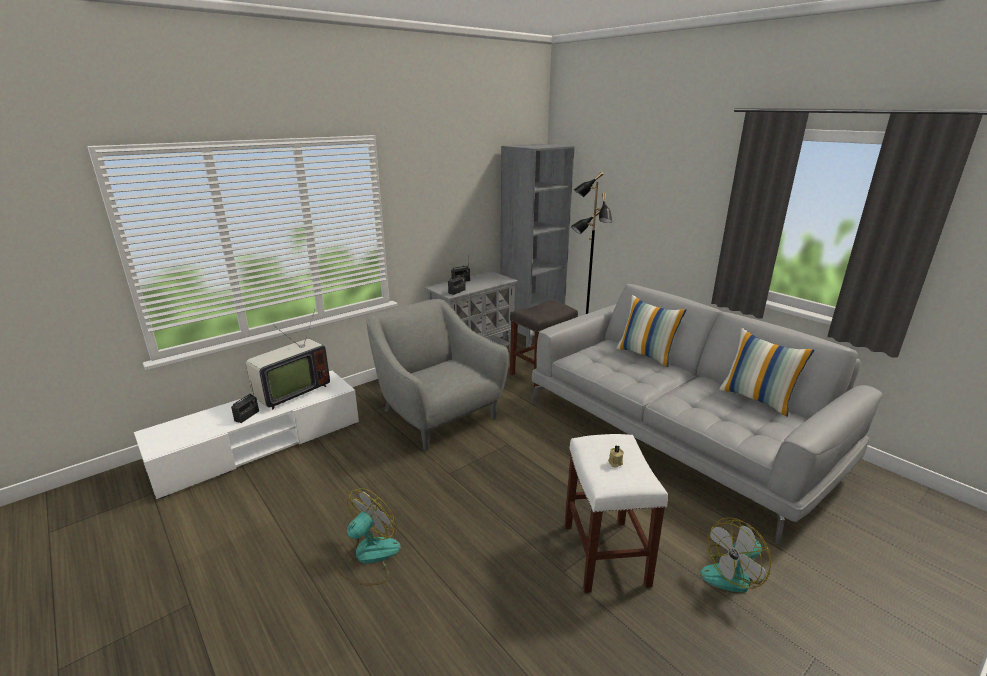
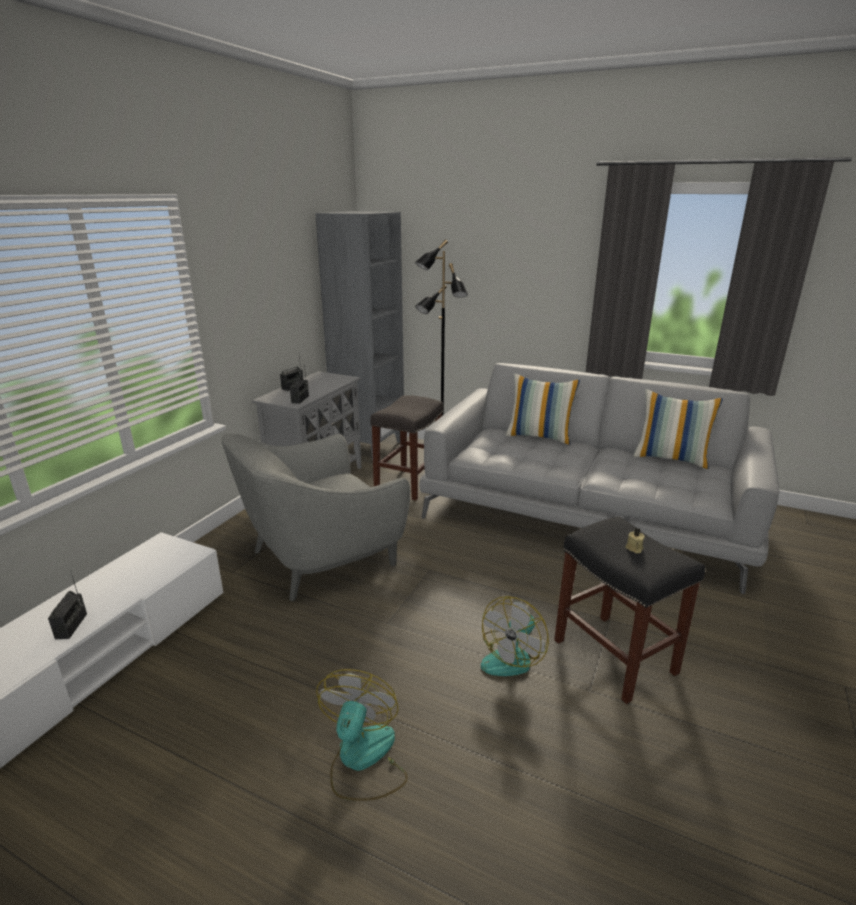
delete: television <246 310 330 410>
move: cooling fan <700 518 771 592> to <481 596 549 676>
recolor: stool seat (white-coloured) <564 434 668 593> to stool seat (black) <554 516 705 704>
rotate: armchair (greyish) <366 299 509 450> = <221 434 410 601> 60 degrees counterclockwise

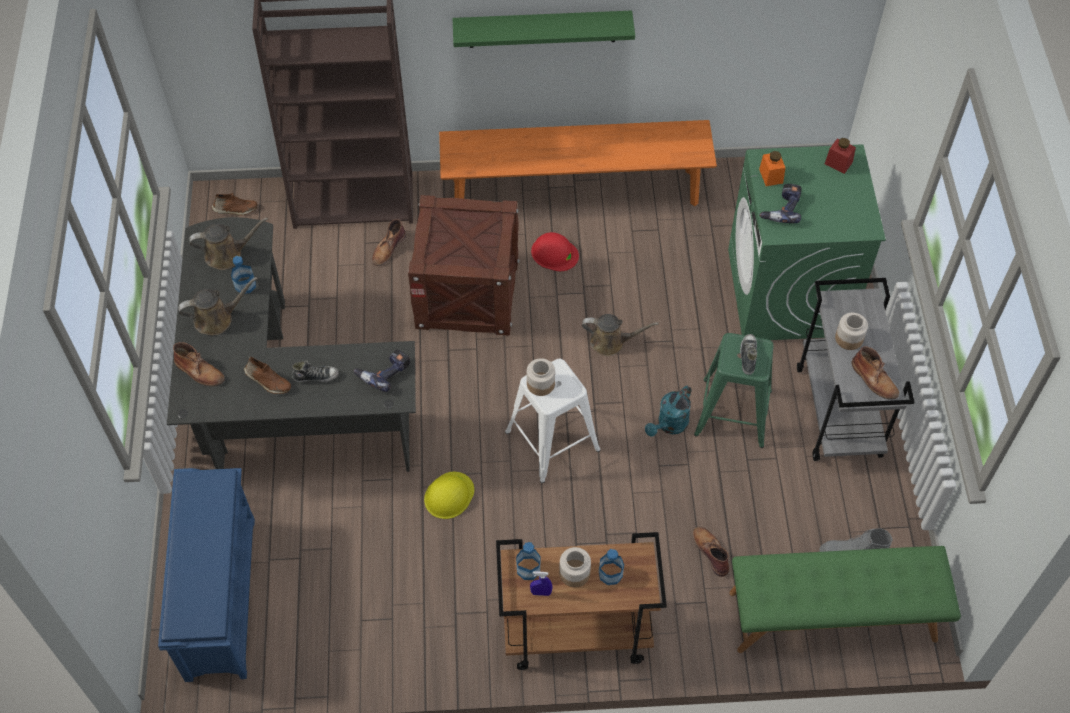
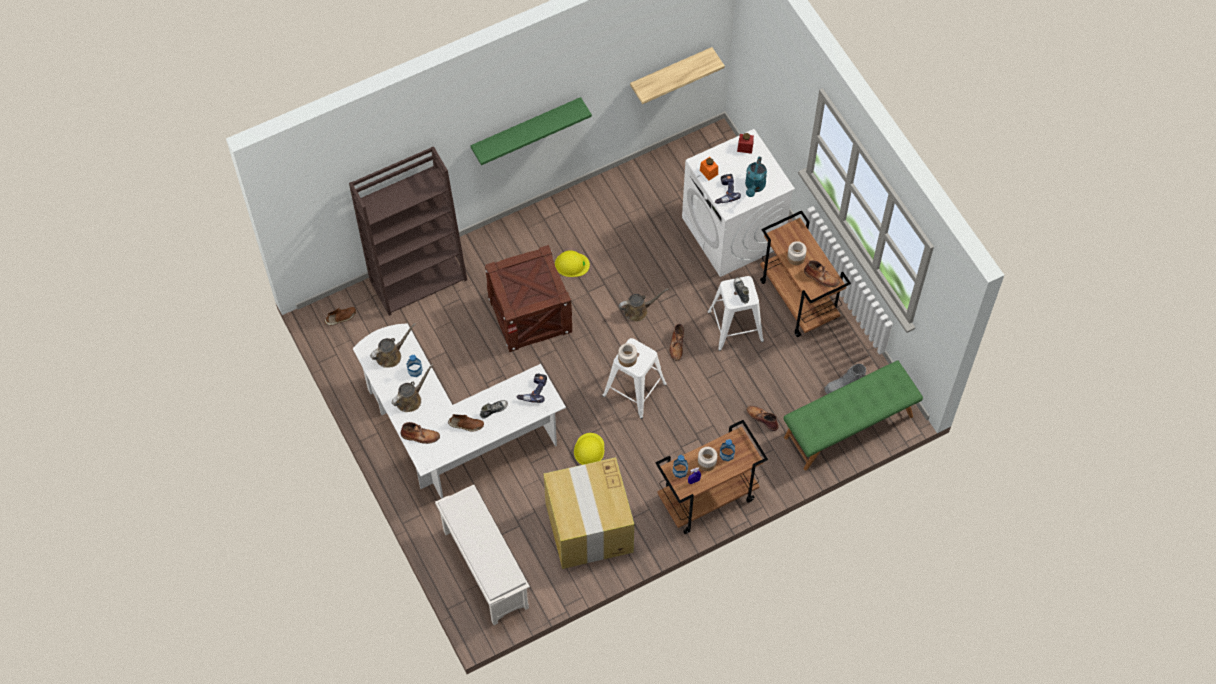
delete: long seat (orangey) <439 120 717 206>
insert: shelf <630 47 725 104>; cardboard box <544 457 634 569>
move: tall boot (brownish) <372 219 406 266> to <669 324 684 361>; sprinkling can (turquoise) <645 386 692 436> to <745 156 767 197>
recolor: laundry machine (greenish) <728 144 886 340> to laundry machine (white-coloured) <682 129 795 277>; desk unit (black) <167 217 416 472> to desk unit (white-coloured) <353 324 566 499>; safety helmet (red) <531 232 579 271> to safety helmet (yellowish) <555 250 590 277>; trolley (greyish) <797 278 914 461> to trolley (brownish) <760 210 851 337>; stool seat (greenish) <694 333 774 448> to stool seat (white-coloured) <707 276 764 351>; shoe stand (bluish) <158 468 255 682> to shoe stand (white-coloured) <435 485 530 625>

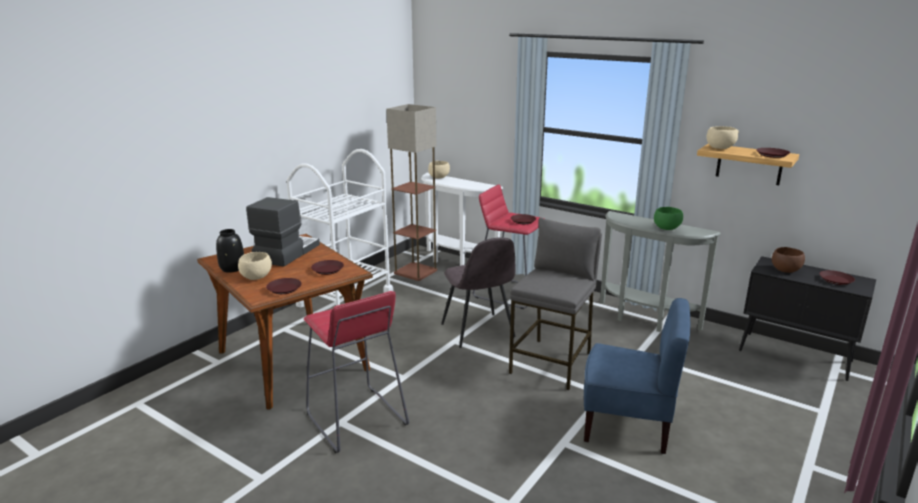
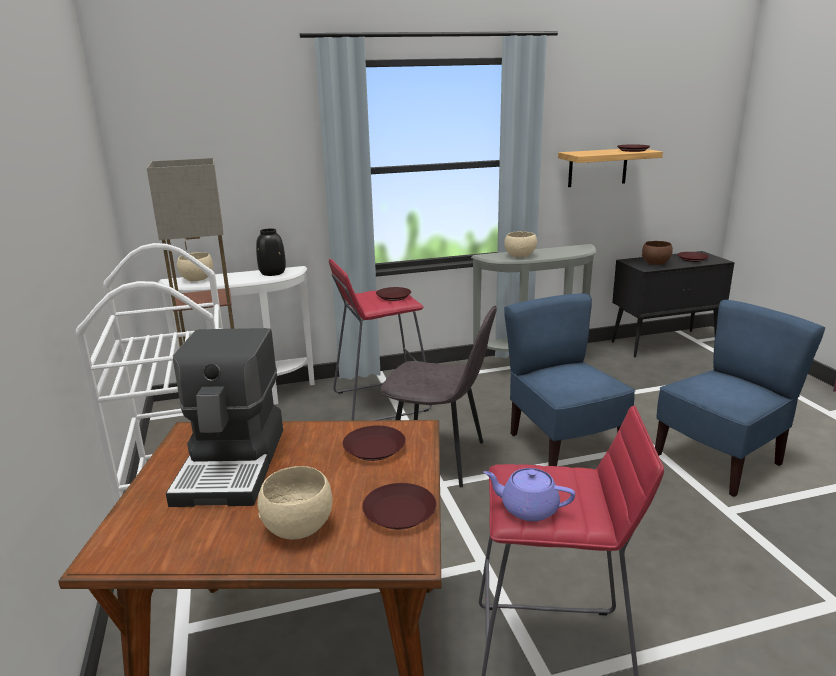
delete: serving bowl (greenish) <654 207 683 230>
insert: tea pot (purple) <483 468 575 521>
move: serving bowl (beige-coloured) <707 126 739 149> to <504 231 537 257>; flower vase (black) <216 229 244 273> to <256 228 286 276>
replace: stool seat (greyish) <509 218 602 390> to chair (bluish) <504 293 636 466>
rotate: coffee maker <246 197 320 267> = <166 328 283 507> 150 degrees counterclockwise

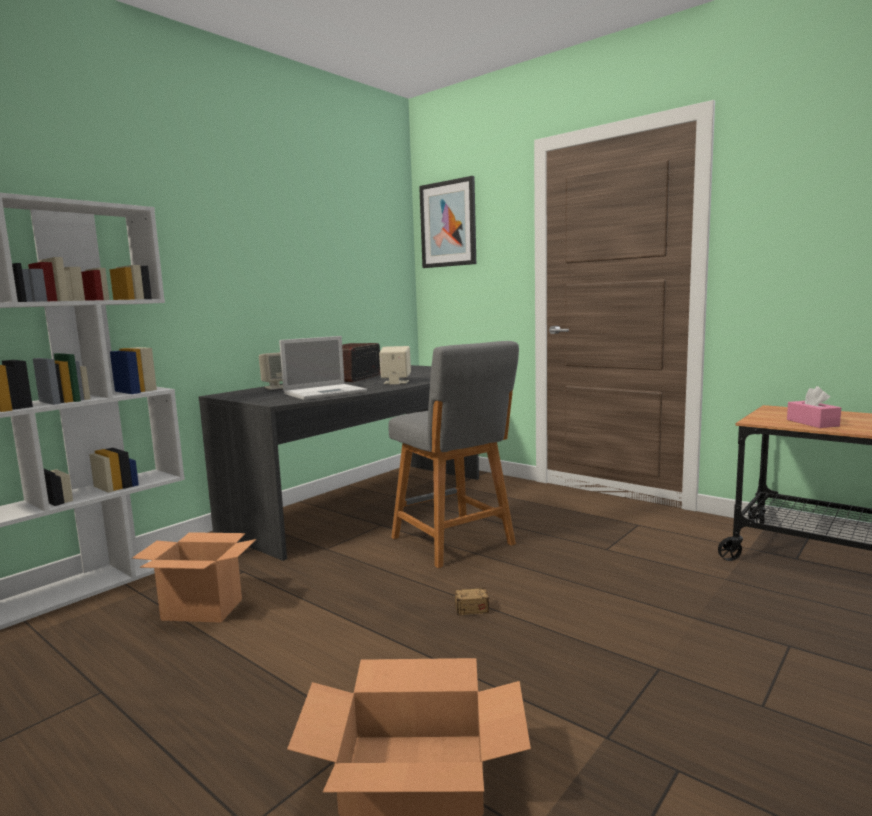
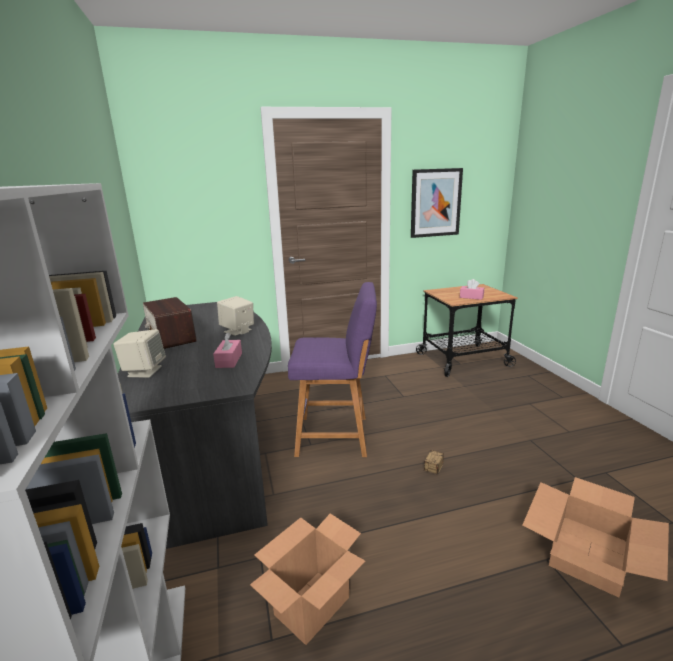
move: wall art <419 176 476 268> to <411 168 463 238>
replace: notebook computer <279 336 367 400> to tissue holder (pink-coloured) <213 332 242 368>
recolor: stool seat (greyish) <389 341 519 568> to stool seat (purple) <288 282 377 457>

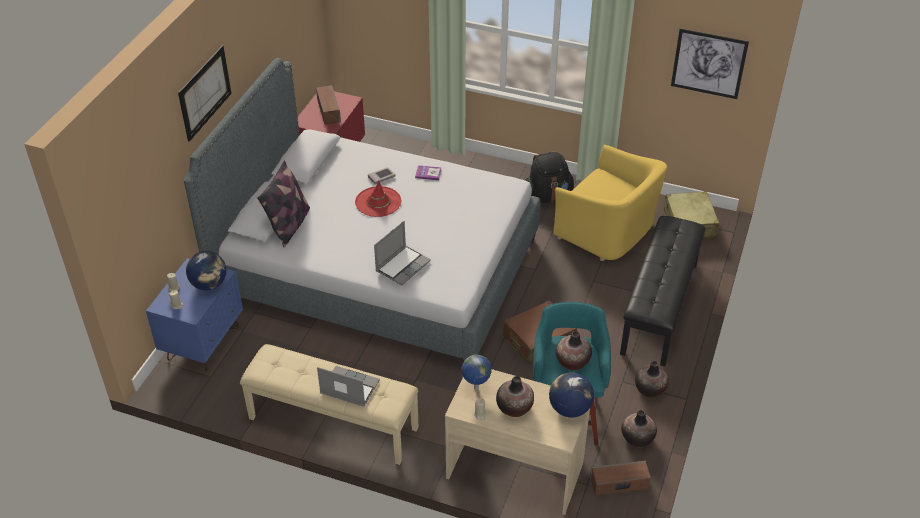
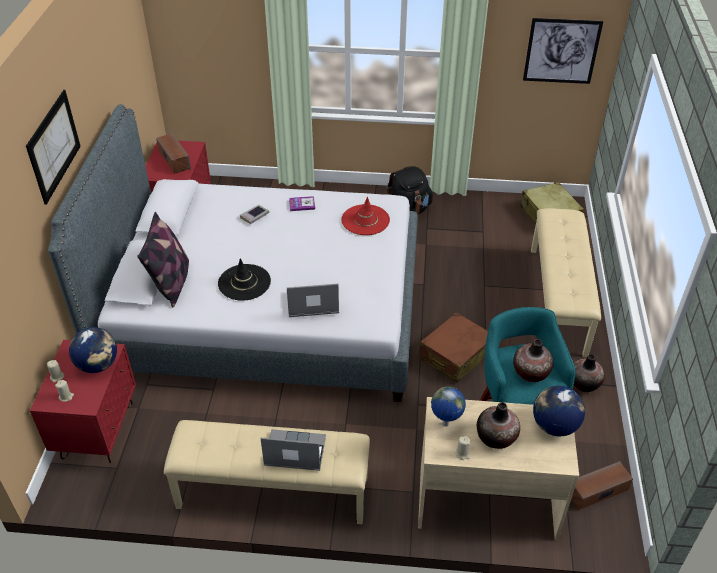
delete: armchair (yellowish) <553 145 667 261>; flower vase <621 410 657 447>
insert: hat (black) <218 258 271 301>
move: hat (red) <355 180 401 217> to <341 196 390 235>
recolor: long seat (black) <620 216 706 366> to long seat (beige-coloured) <531 208 601 357>; bedside table (bluish) <146 258 243 372> to bedside table (red) <30 340 136 463>
rotate: notebook computer <374 221 431 286> = <287 283 339 317> 120 degrees counterclockwise

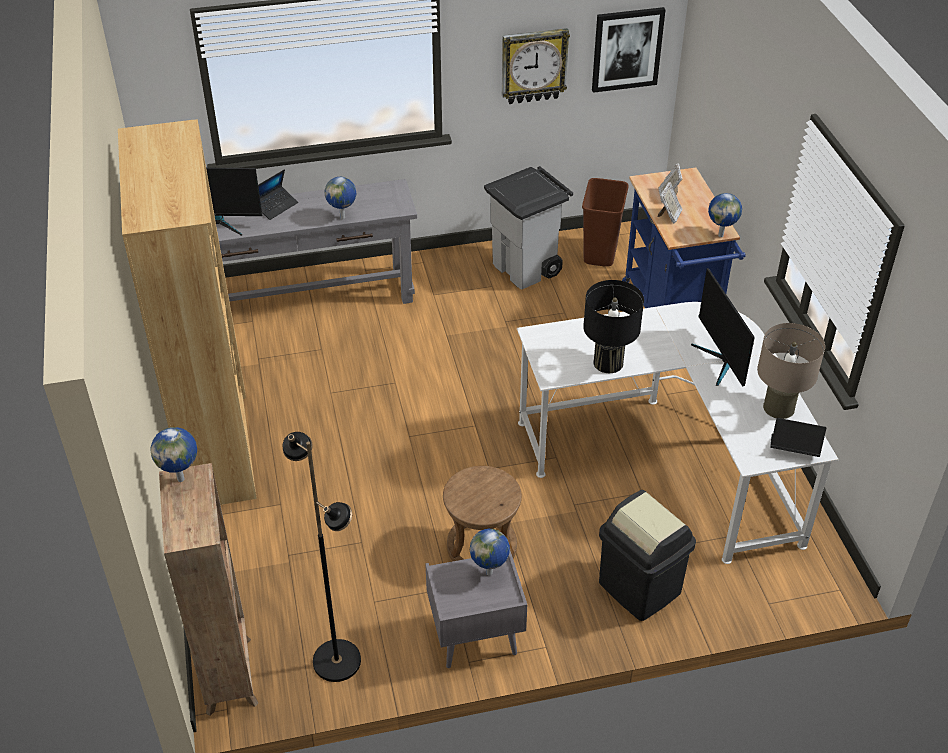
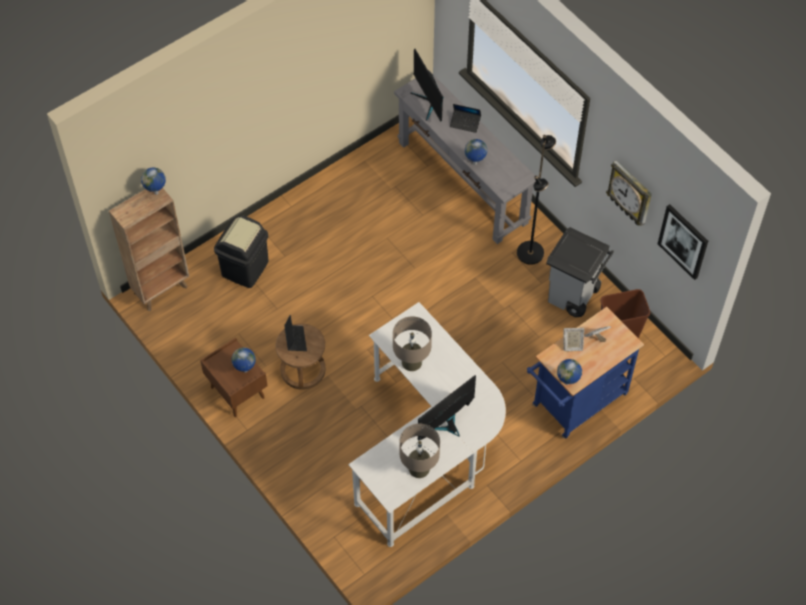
delete: shelving unit (brownish) <118 119 257 505>
move: notebook computer <770 418 826 457> to <284 315 307 351>; standard lamp (black) <282 432 361 682> to <517 134 556 265>; rubbish bin (black) <599 490 696 621> to <214 215 269 288>
recolor: table lamp (black) <583 280 644 373> to table lamp (beige-coloured) <393 316 432 371>; bedside table (greyish) <425 551 527 668> to bedside table (brownish) <200 337 268 417>

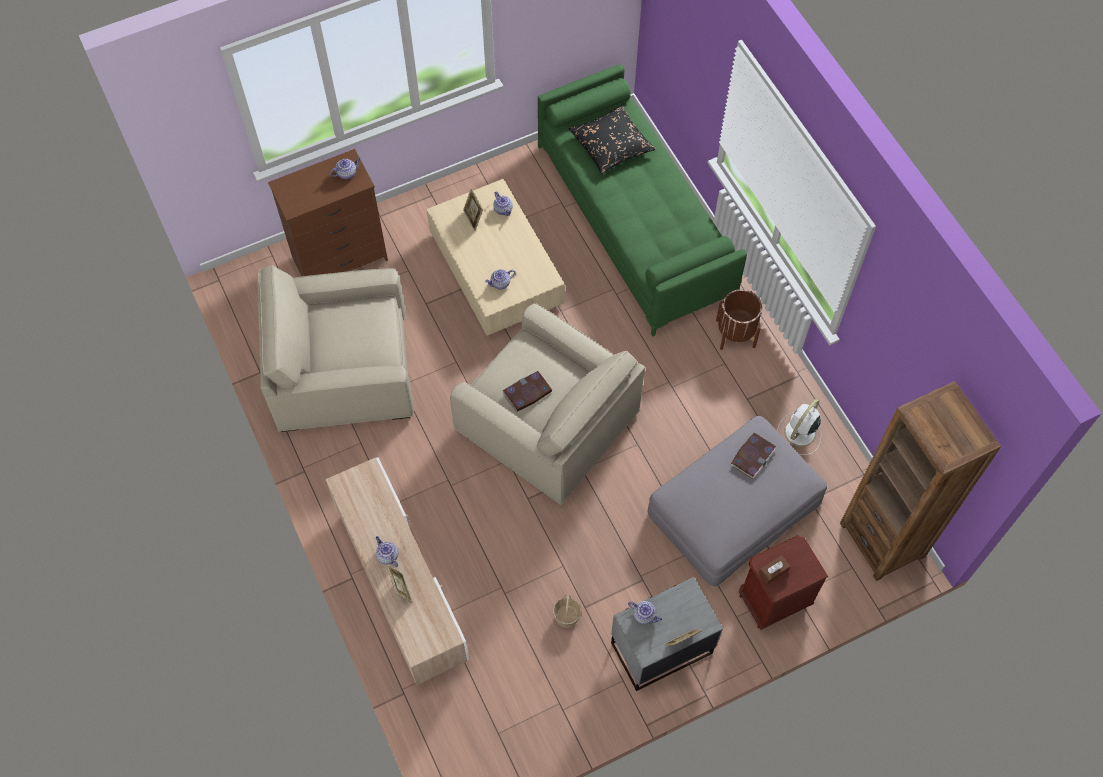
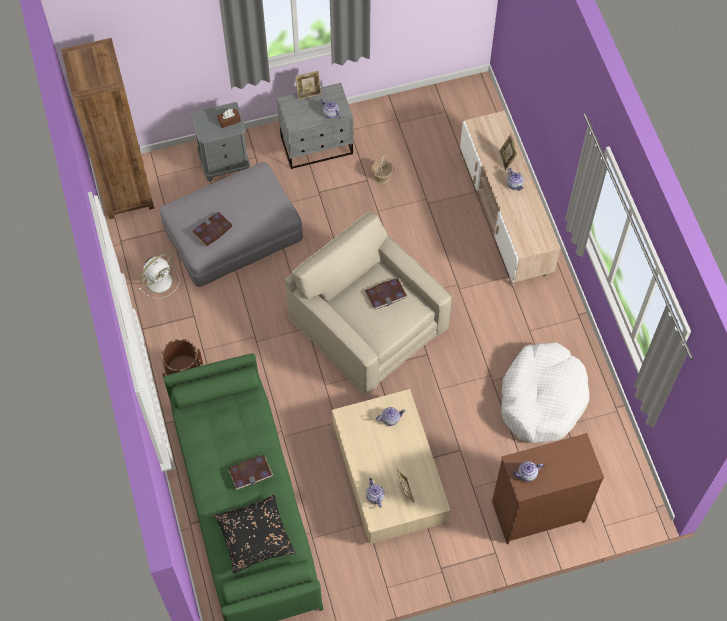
insert: book <228 455 273 490>
replace: armchair (beige-coloured) <257 265 414 432> to dog bed (white-coloured) <501 342 589 443>
recolor: bedside table (brownish) <739 536 828 630> to bedside table (greyish) <191 102 250 182>

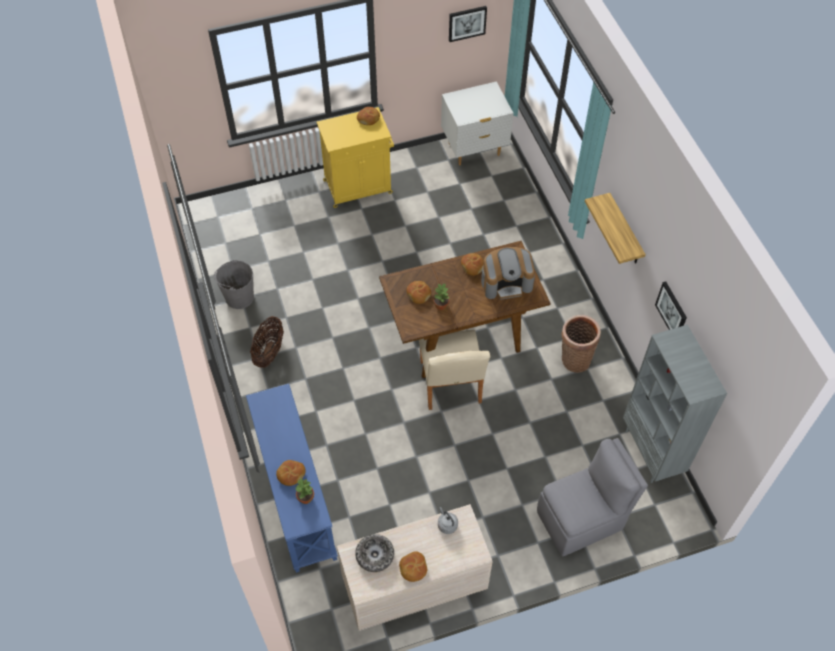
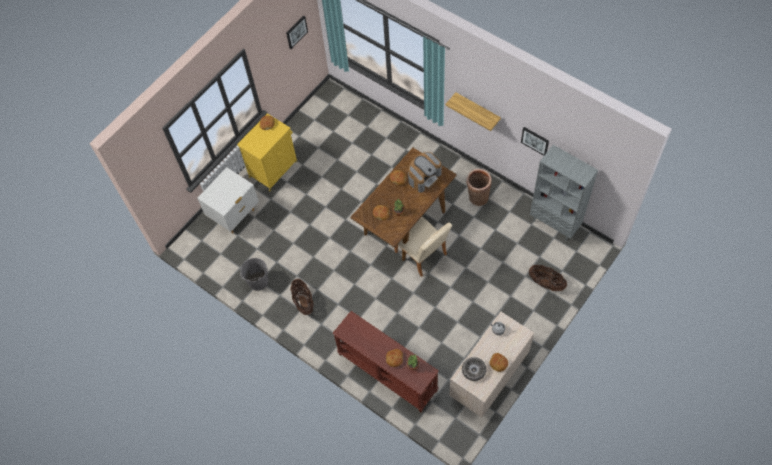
move: bedside table (white-coloured) <441 81 513 166> to <197 167 259 234>
replace: chair (greyish) <537 438 648 556> to household basket <529 265 567 291>
recolor: console table (bluish) <246 384 338 573> to console table (brownish) <333 311 439 412>

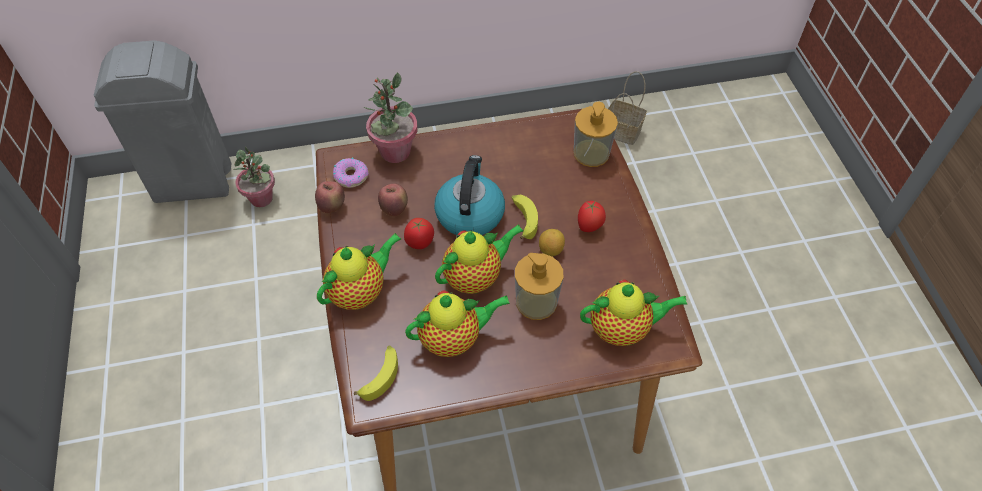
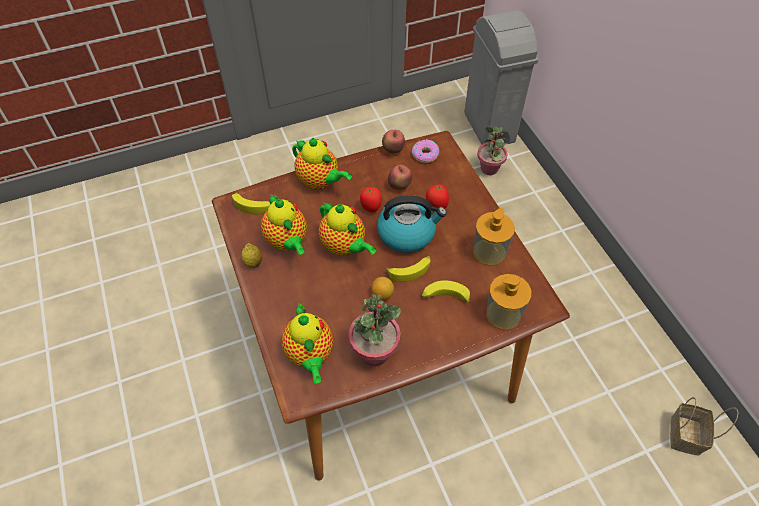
insert: citrus fruit <241 243 262 268>; whole banana <422 281 471 303>
move: houseplant <364 72 418 163> to <349 294 401 366>; tomato <578 201 606 232> to <426 184 449 209>; soap bottle <515 253 563 320> to <473 208 515 266>

